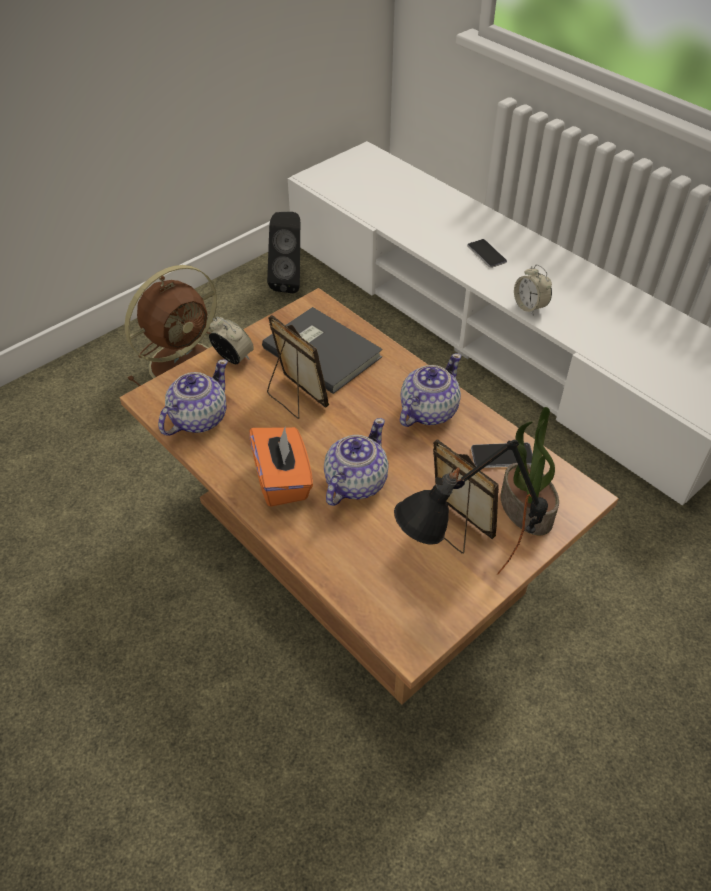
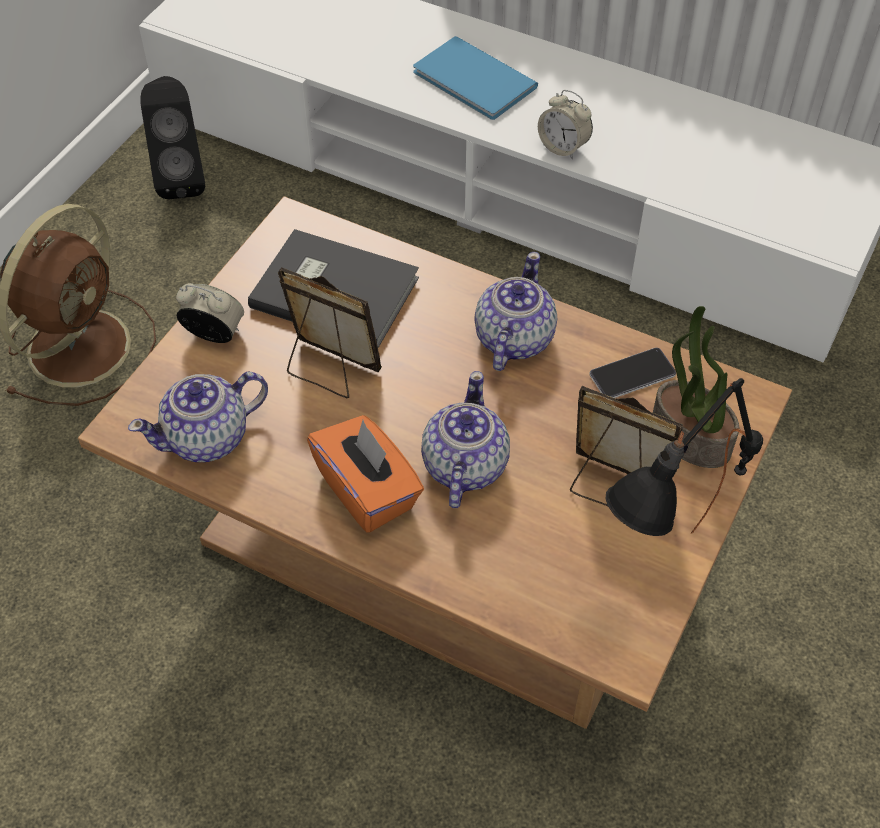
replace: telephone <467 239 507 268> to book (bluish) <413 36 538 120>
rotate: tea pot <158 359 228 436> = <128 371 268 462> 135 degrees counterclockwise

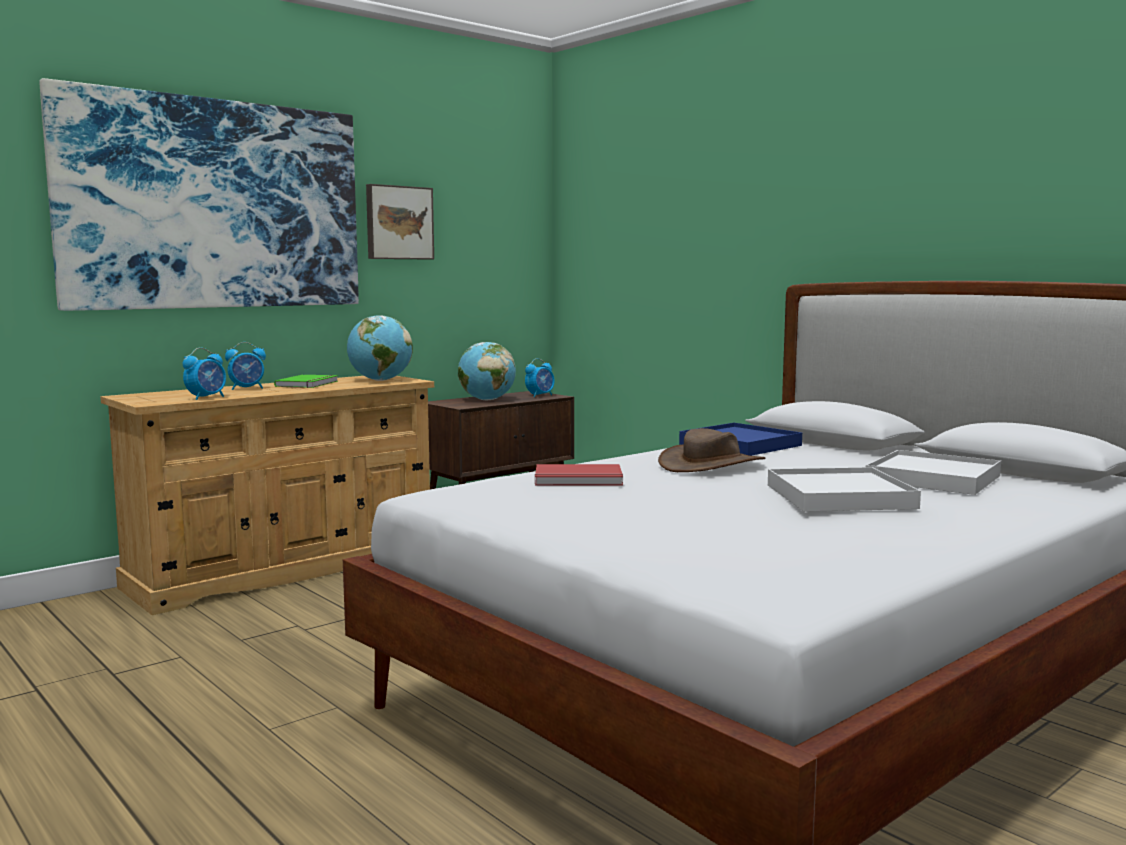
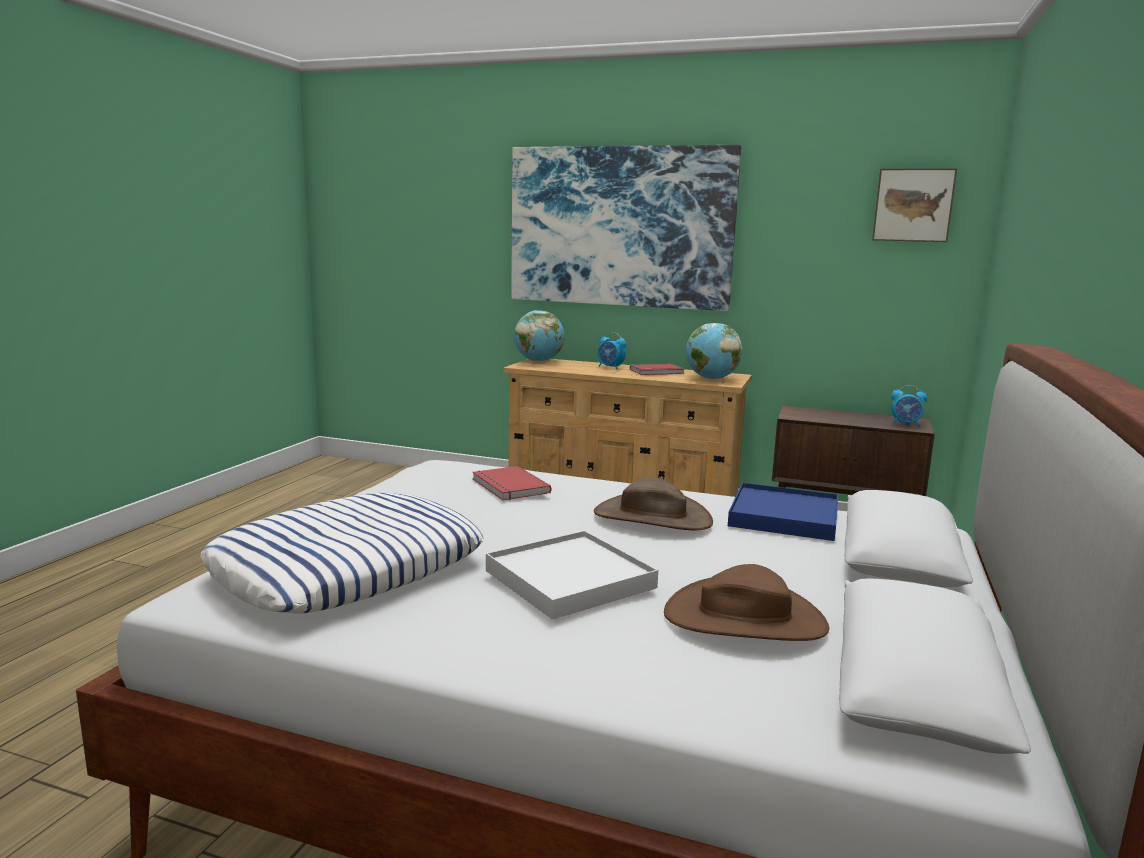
delete: alarm clock <183 347 226 400>
insert: cushion <201 493 484 613>
move: wall art <366 184 434 259> to <872 168 957 242>; desk globe <458 342 516 401> to <514 310 565 362>
replace: tray (white-coloured) <866 450 1001 495> to hat (brownish) <664 564 829 641>
recolor: book (greenish) <274 375 338 388> to book (red) <630 364 685 375>

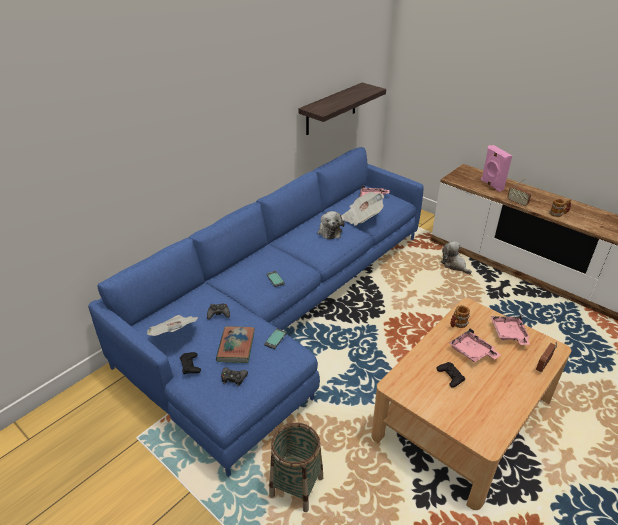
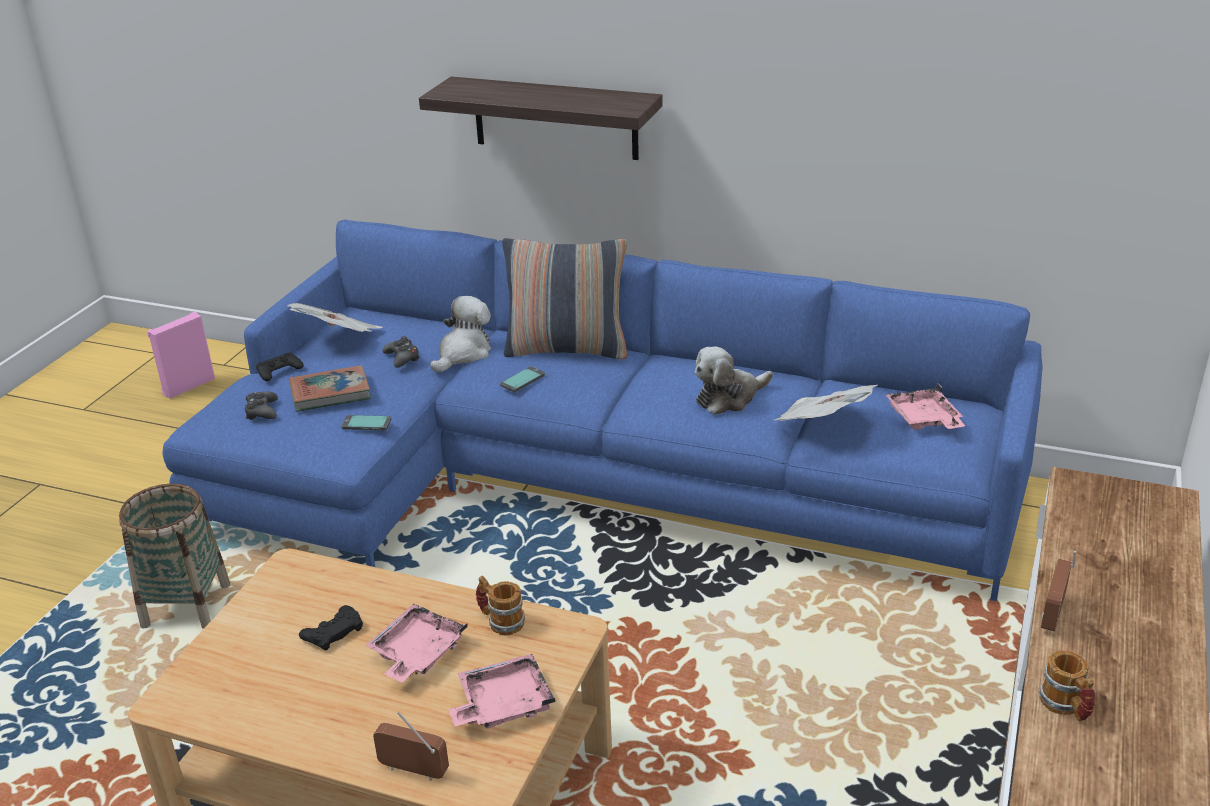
insert: cushion <502 238 628 360>
move: shelf <298 83 386 135> to <419 77 663 160>; loudspeaker (pink-coloured) <481 145 512 192> to <147 312 215 399>; soft toy <441 241 472 274> to <430 296 491 372>

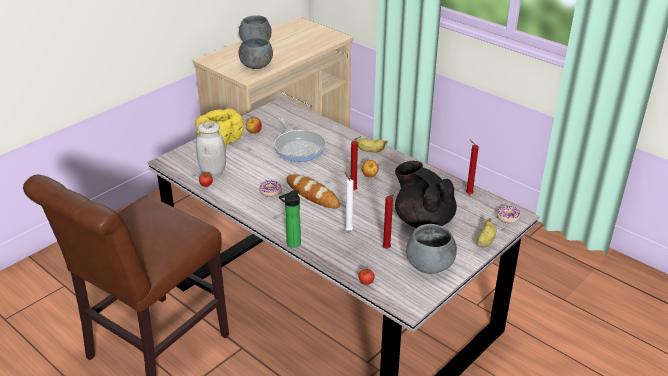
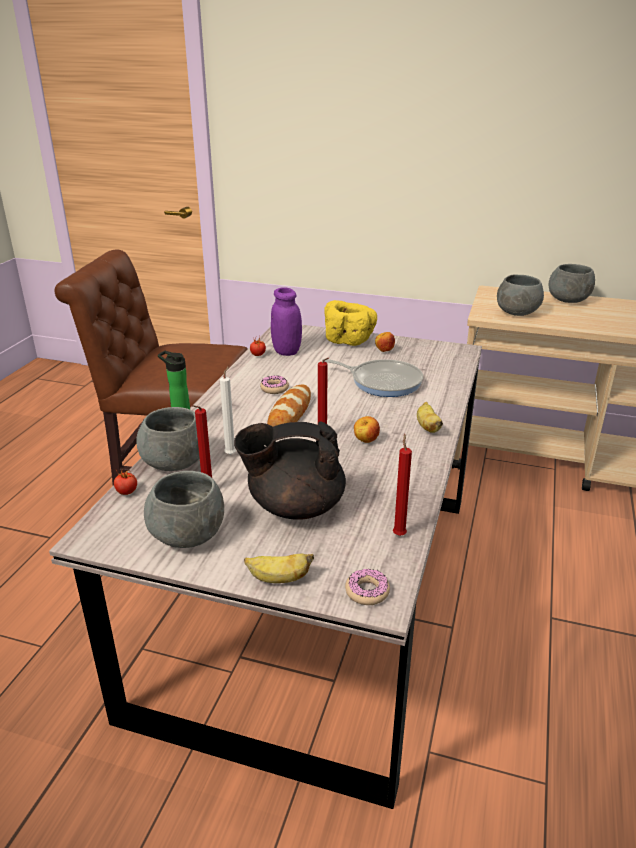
insert: serving bowl (greyish) <136 407 200 471>
recolor: preserve jar (white-coloured) <196 122 226 176> to preserve jar (purple) <271 287 302 356>
rotate: skillet <274 118 326 162> = <322 359 423 397> 105 degrees counterclockwise; tea pot (black) <395 161 457 228> = <234 421 346 520> 120 degrees counterclockwise

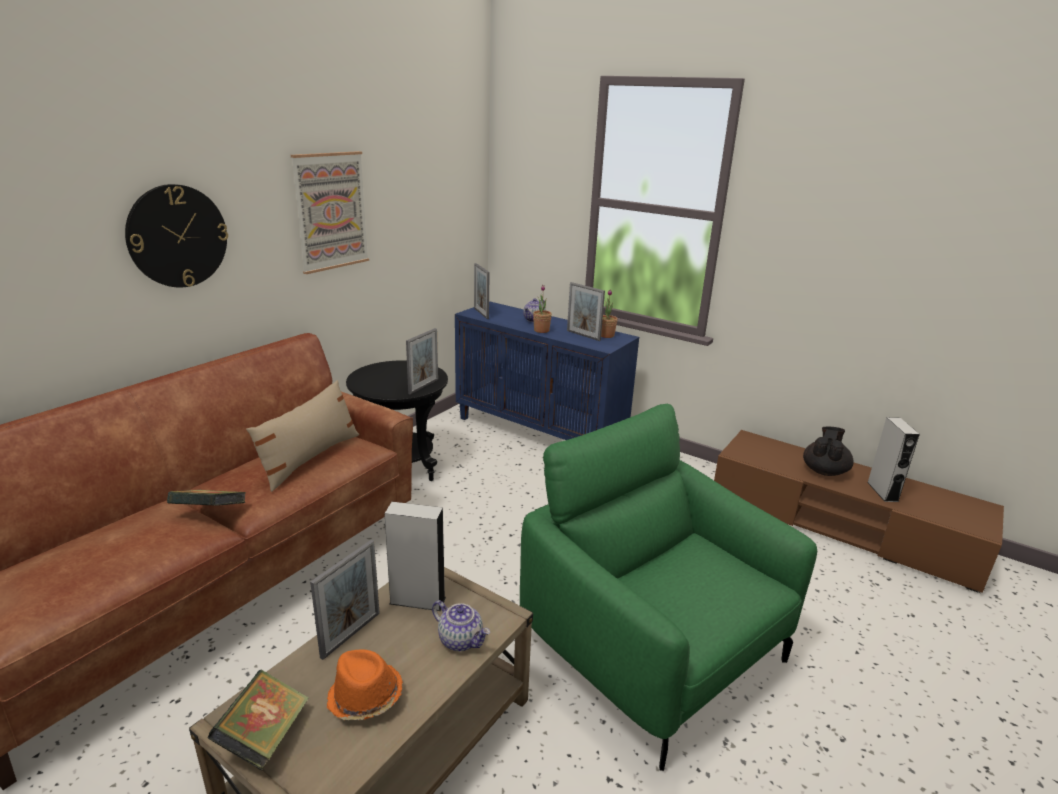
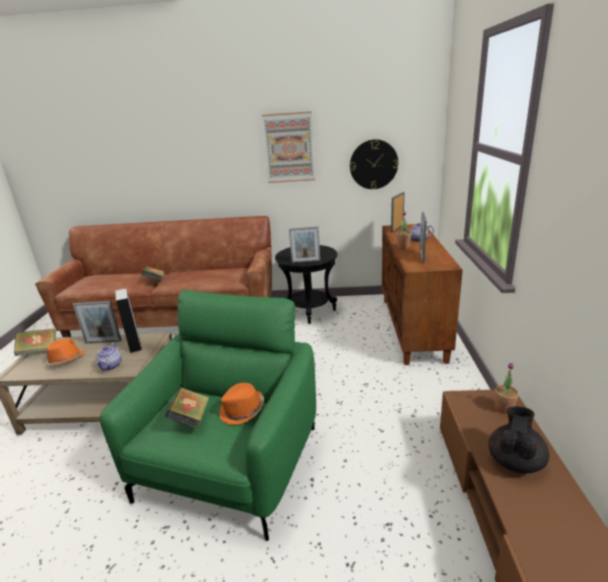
delete: cushion (beige-coloured) <246 380 359 492>; loudspeaker (greyish) <867 417 920 502>
insert: hat (orangey) <219 383 264 425>; book <165 387 209 429>
move: wall clock <125 184 228 288> to <350 139 398 189>; houseplant <601 289 617 338> to <495 363 519 414>
recolor: cabinet (bluish) <455 302 639 440> to cabinet (brownish) <382 224 463 365>
rotate: tea pot (black) <803 427 853 476> = <489 406 549 473> 60 degrees counterclockwise

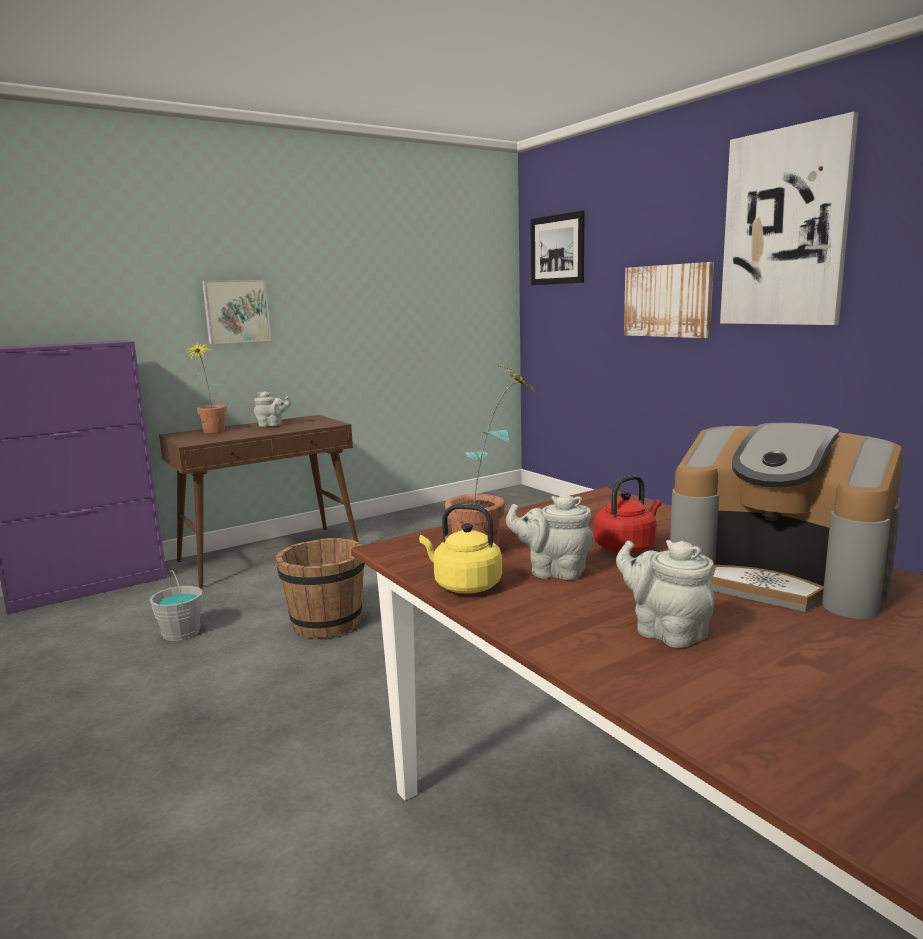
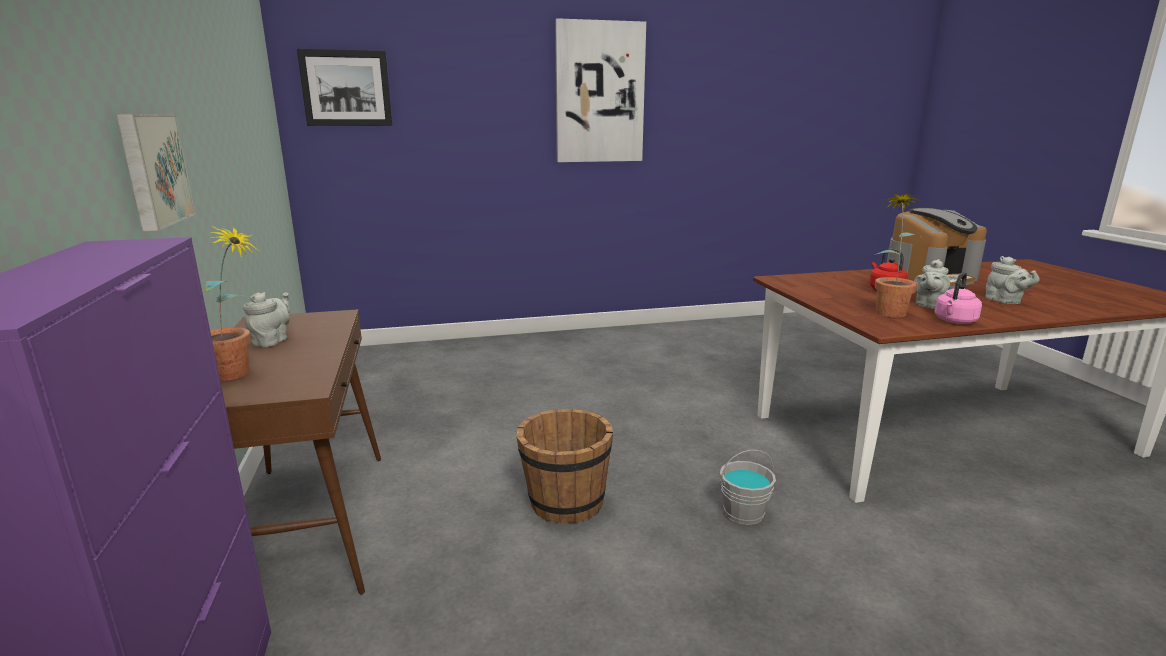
delete: wall art <624 262 714 338>
move: pail (greyish) <150 570 202 641> to <720 450 776 525>
recolor: kettle (yellowish) <419 504 502 593> to kettle (pink-coloured) <934 272 982 324>
rotate: tea pot (greyish) <616 540 714 648> = <985 256 1040 304> 90 degrees counterclockwise

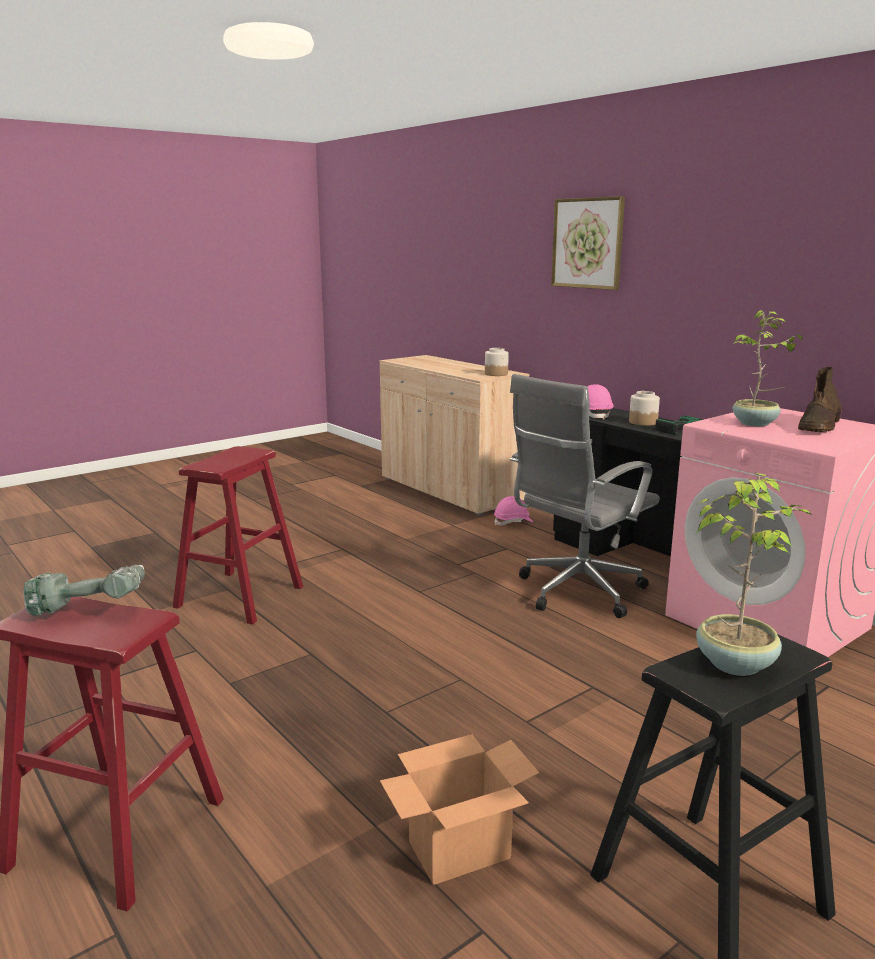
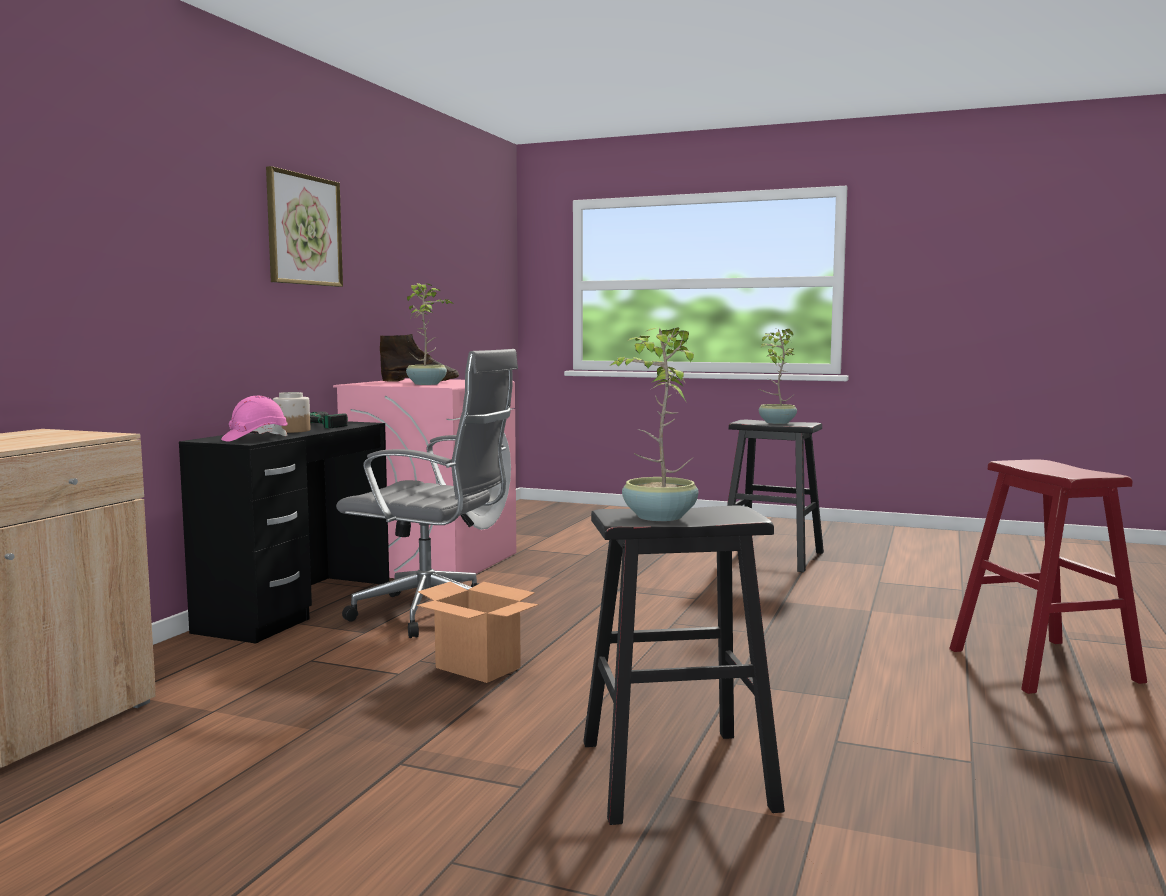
delete: preserve jar <485 348 509 376>; safety helmet (pink-coloured) <494 496 533 526>; drill <23 565 145 615>
insert: houseplant <611 327 699 521>
move: wall art <551 196 625 290> to <266 166 343 287>; cardboard box <380 734 539 885> to <416 581 539 683>
recolor: stool seat (red) <173 446 303 624> to stool seat (black) <583 505 785 825>

